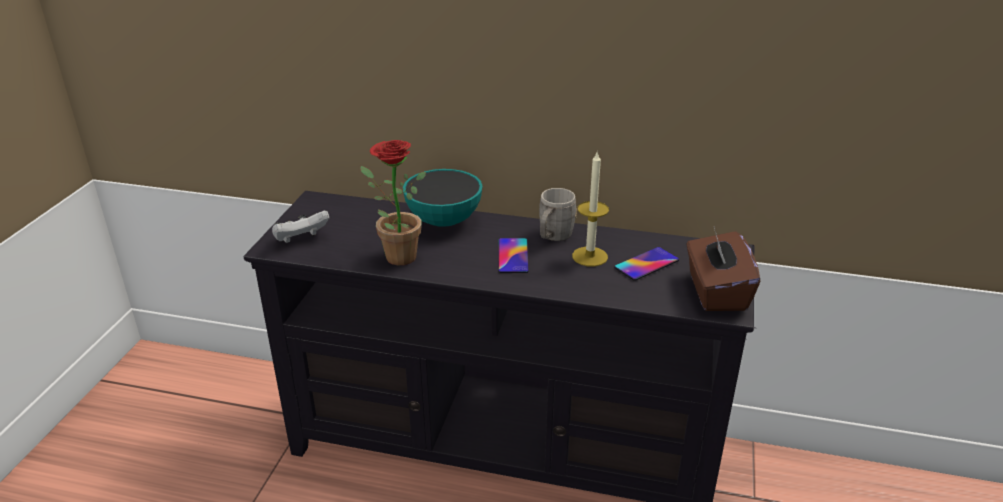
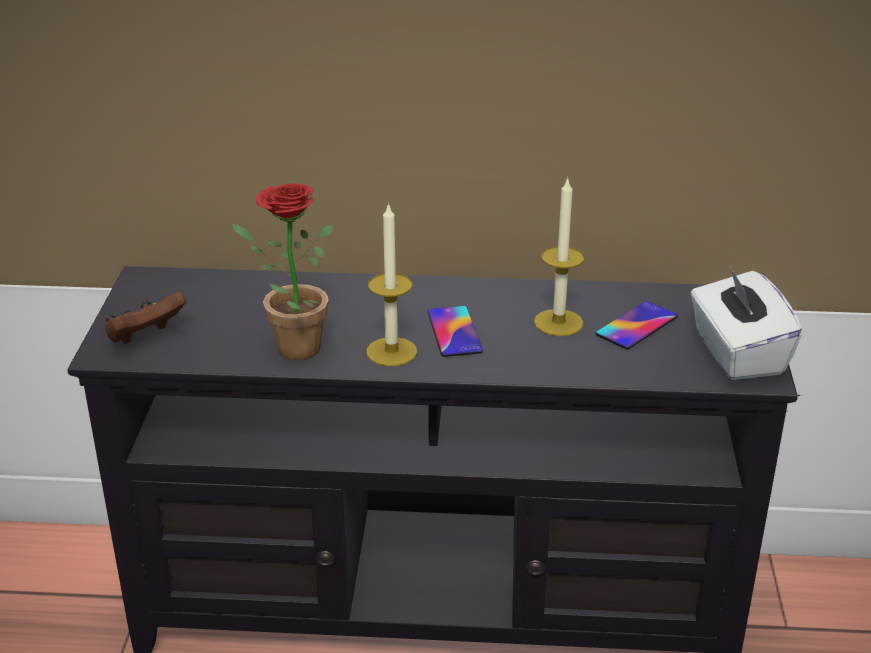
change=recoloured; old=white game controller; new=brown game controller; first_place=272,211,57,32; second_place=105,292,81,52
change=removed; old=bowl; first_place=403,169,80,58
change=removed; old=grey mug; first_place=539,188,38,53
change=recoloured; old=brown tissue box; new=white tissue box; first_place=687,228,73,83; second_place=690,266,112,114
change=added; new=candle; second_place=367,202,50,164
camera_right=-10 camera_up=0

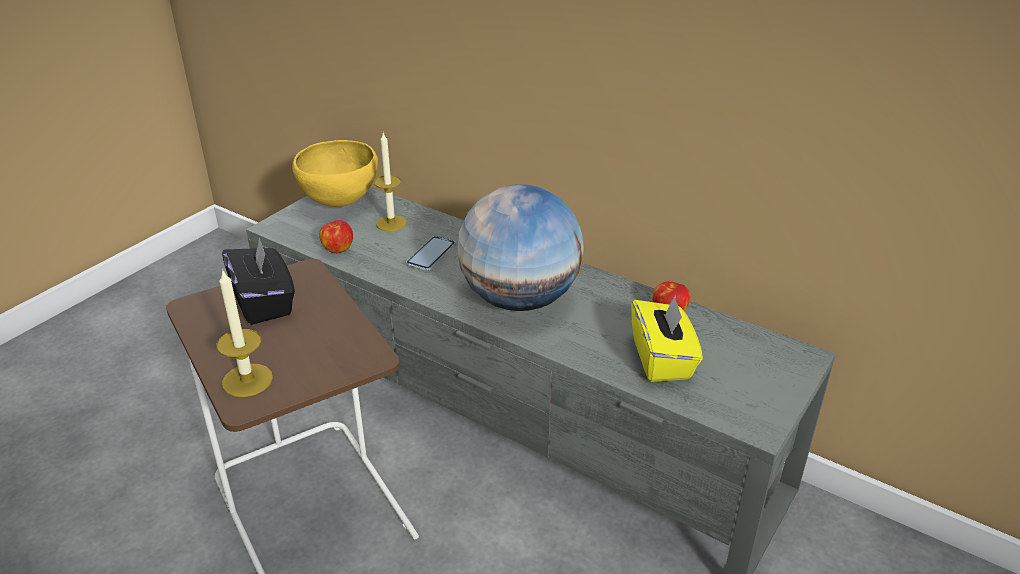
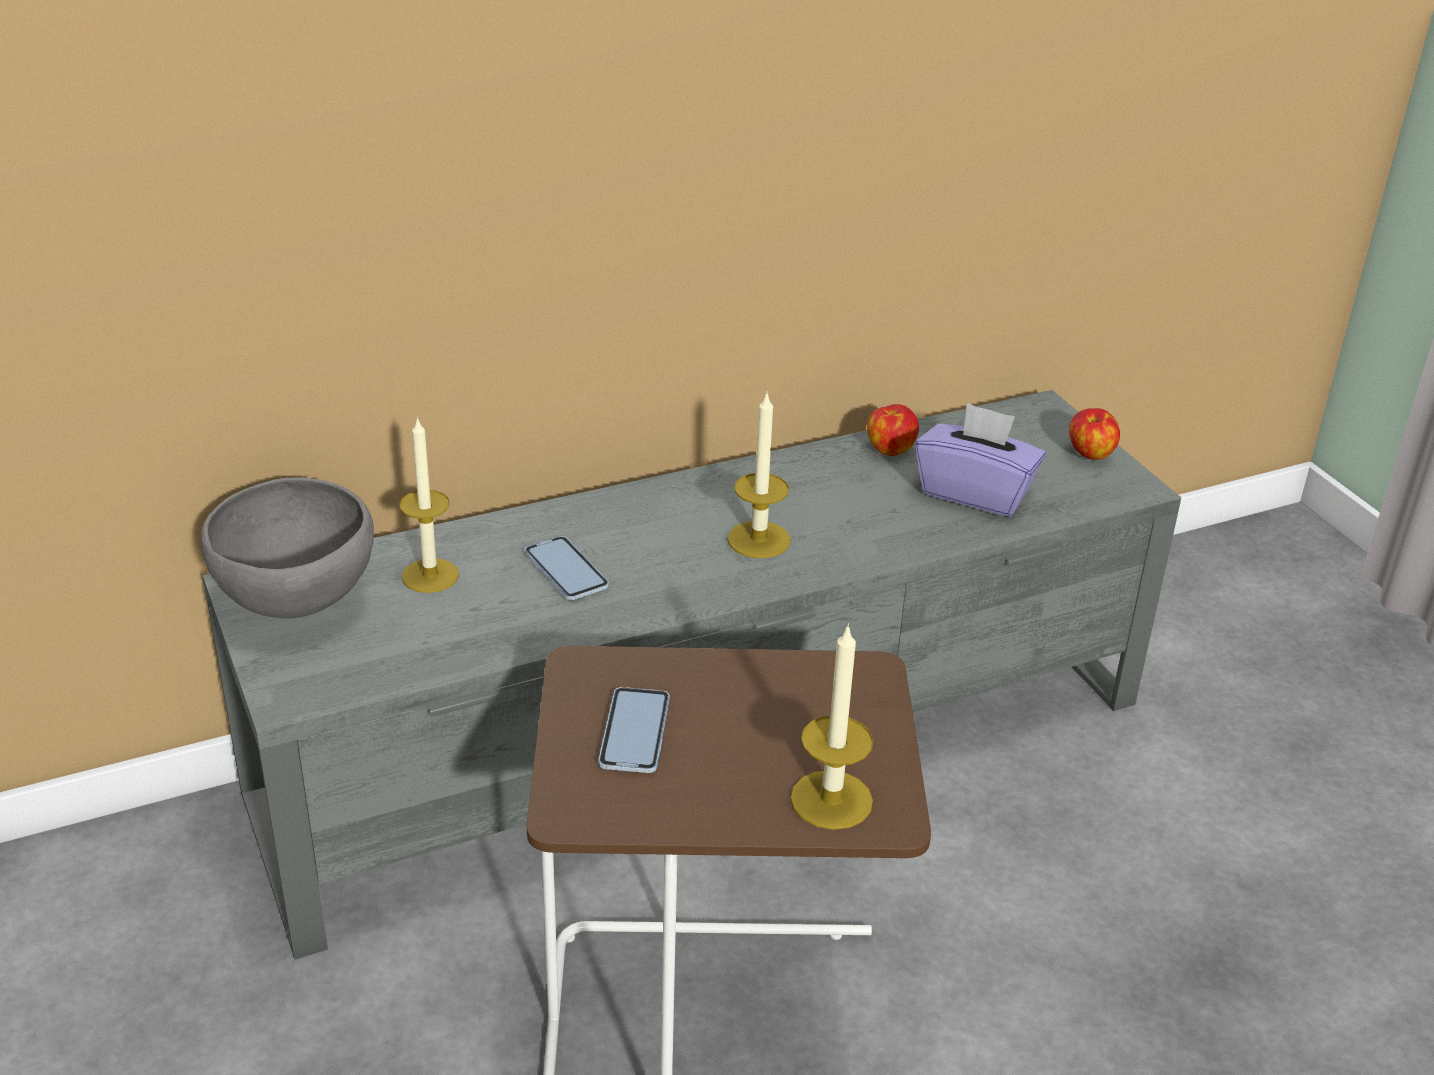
change=replaced; old=black tissue box; new=phone; first_place=222,237,73,88; second_place=598,687,72,86
change=recoloured; old=yellow bowl; new=grey bowl; first_place=292,140,86,67; second_place=200,478,174,140
change=moved; old=apple; first_place=319,220,34,33; second_place=1069,408,51,52
change=replaced; old=globe; new=candle; first_place=457,184,127,127; second_place=727,391,64,167
change=recoloured; old=yellow tissue box; new=purple tissue box; first_place=631,296,72,86; second_place=915,403,131,113
camera_right=-60 camera_up=0

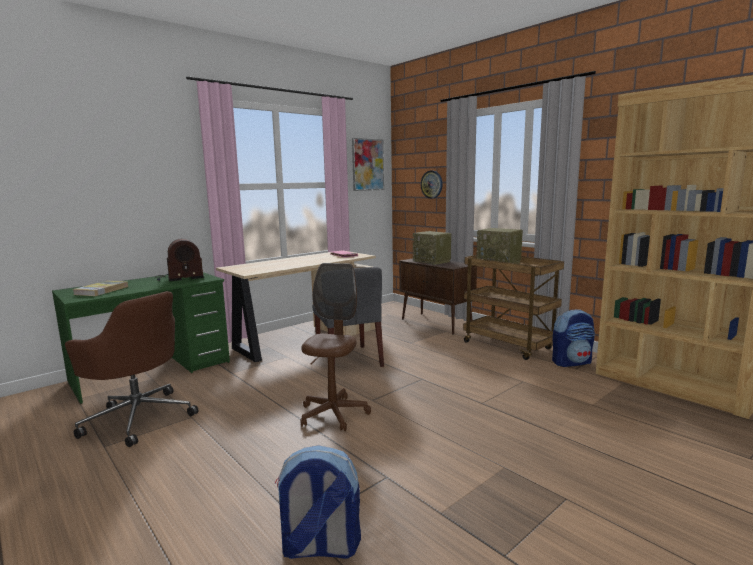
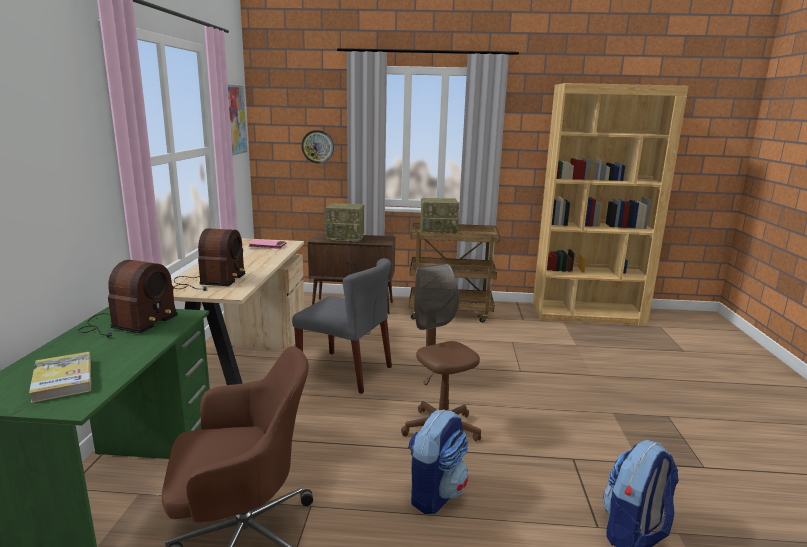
change=moved; old=backpack; first_place=552,310,43,57; second_place=408,409,60,105
change=added; new=radio; second_place=174,228,72,63
camera_right=-45 camera_up=5

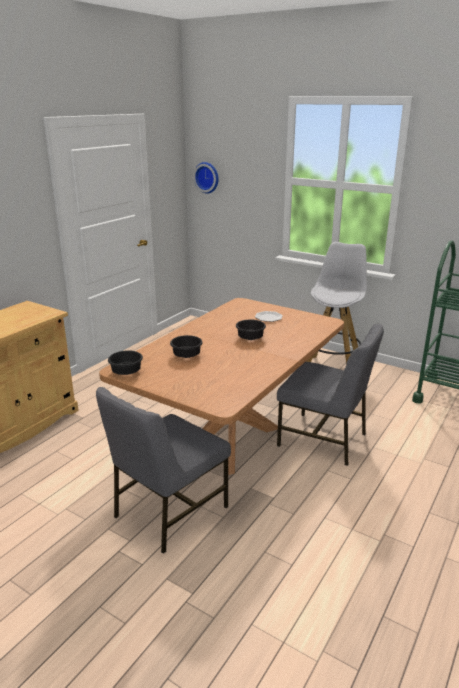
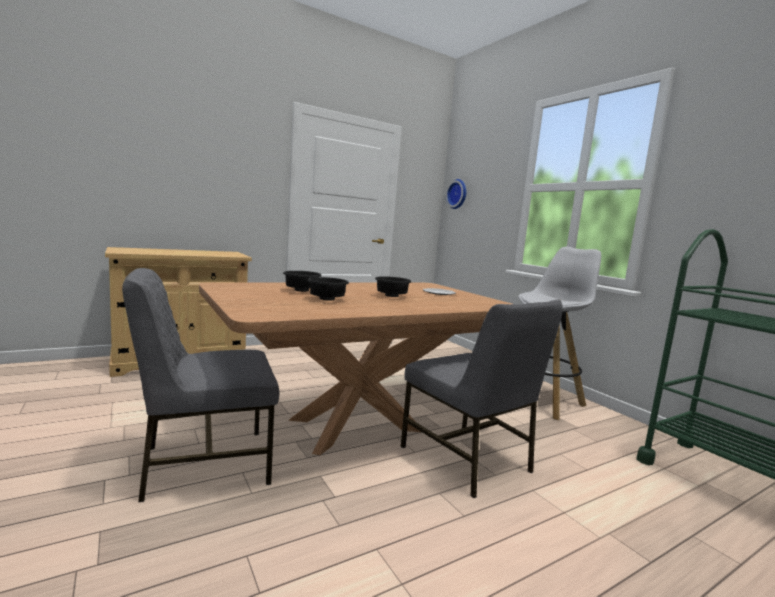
change=moved; old=black bowl; first_place=108,350,35,25; second_place=307,277,42,23
camera_right=25 camera_up=-15

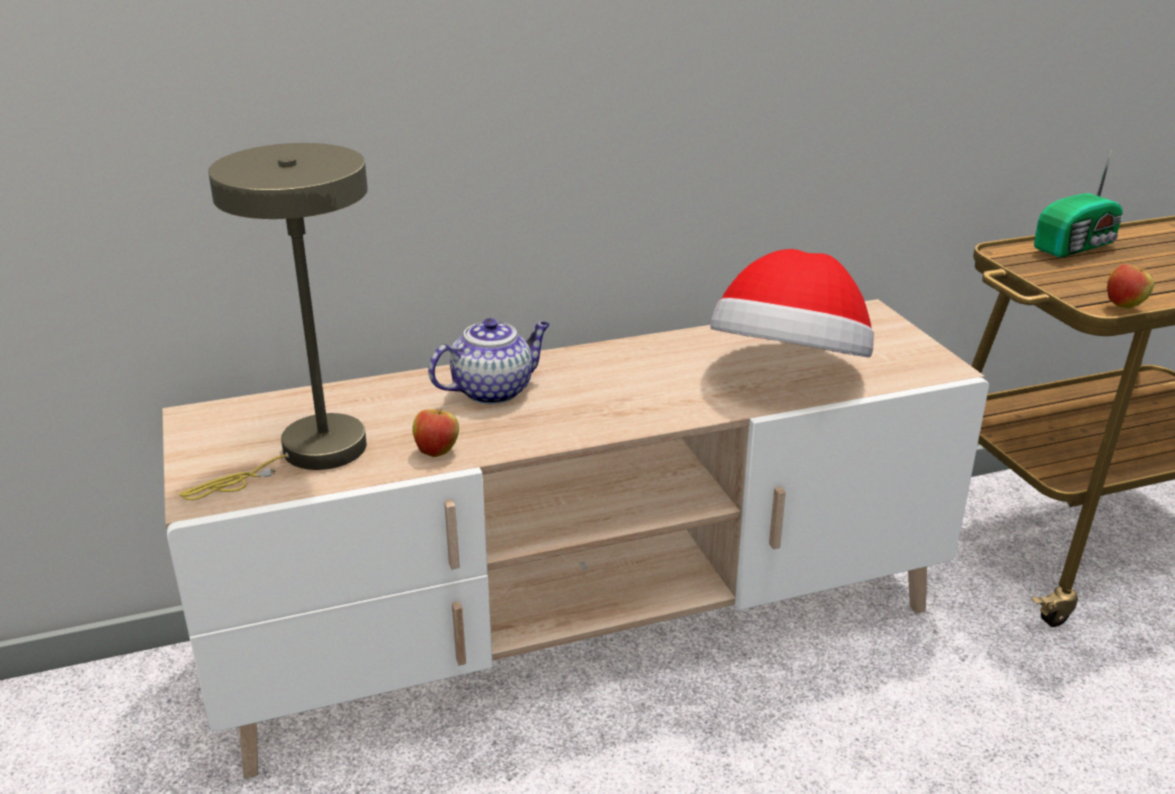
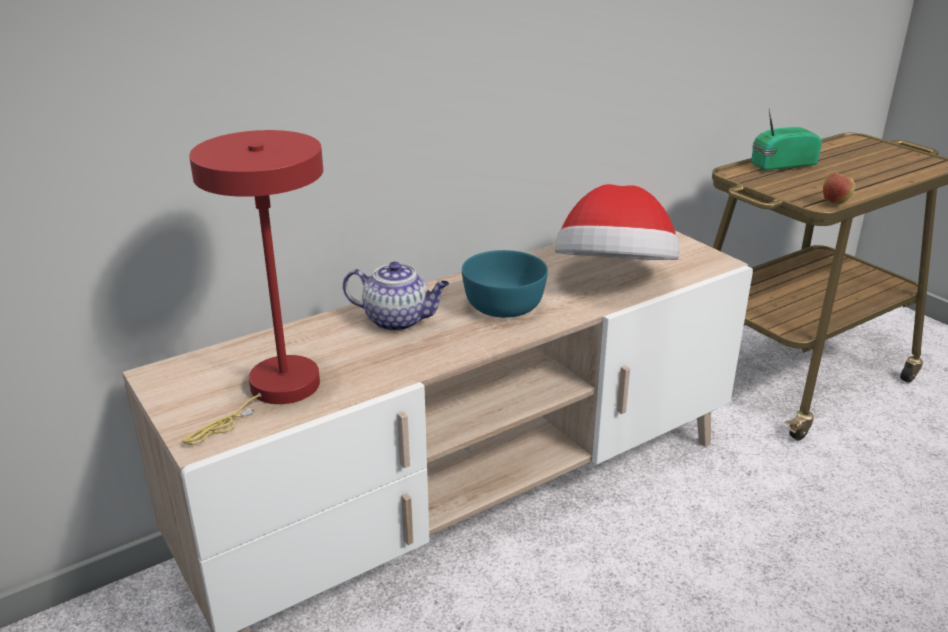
change=recoloured; old=beige table lamp; new=red table lamp; first_place=179,143,189,357; second_place=182,130,141,315
change=removed; old=apple; first_place=412,403,47,54
change=turned; old=teapot; first_place=428,318,122,87; second_place=343,262,106,69; degrees=60
change=turned; old=radio; first_place=1034,149,89,109; second_place=751,109,71,61; degrees=-150
change=added; new=turquoise bowl; second_place=462,250,86,68
camera_right=-15 camera_up=0

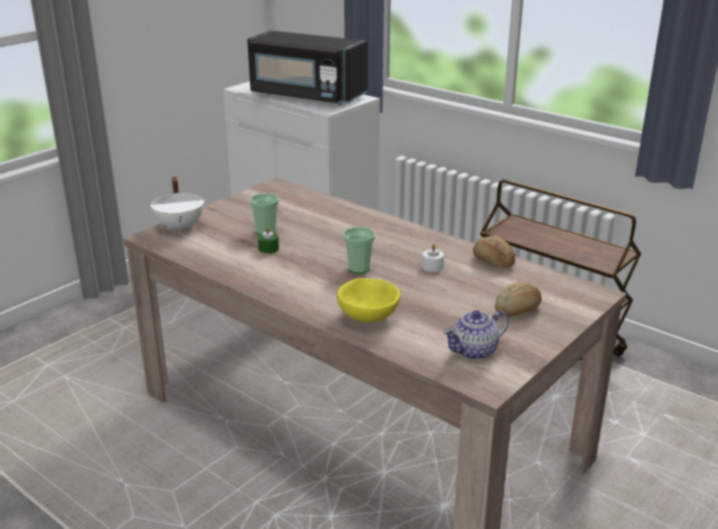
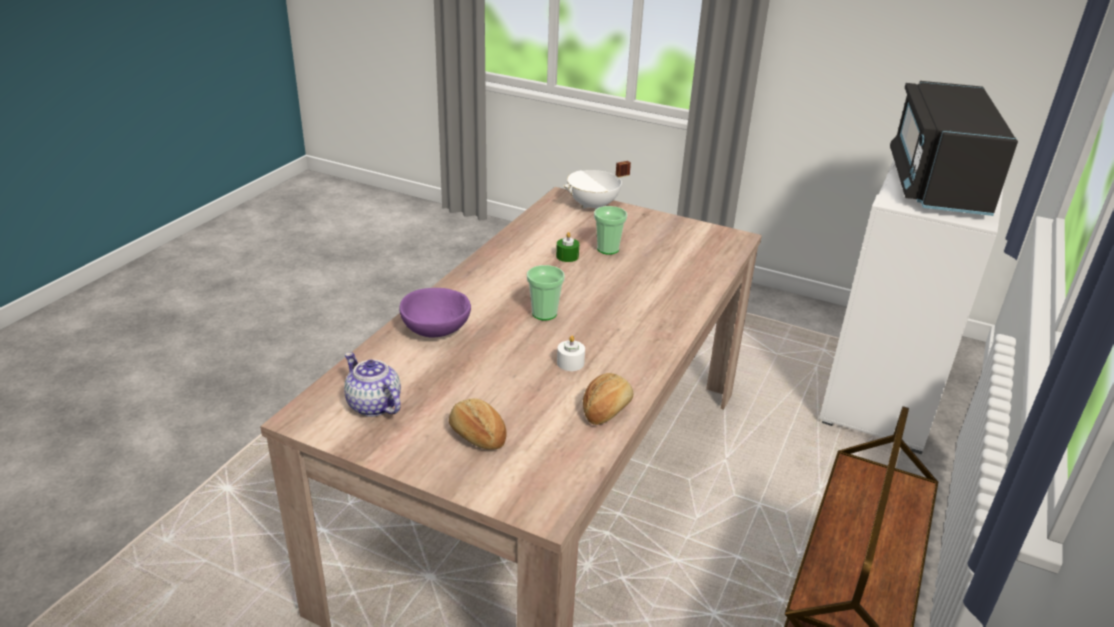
change=recoloured; old=yellow bowl; new=purple bowl; first_place=337,278,63,45; second_place=399,288,72,49
camera_right=75 camera_up=5

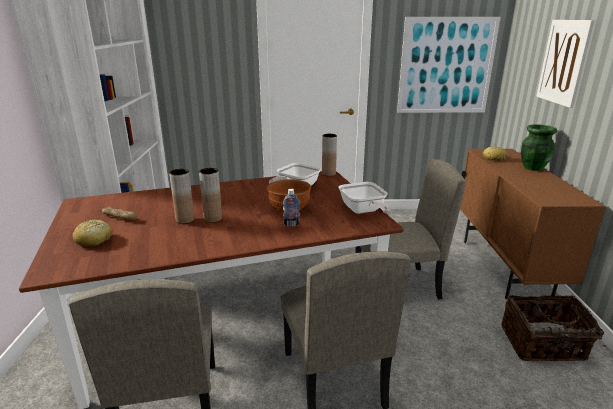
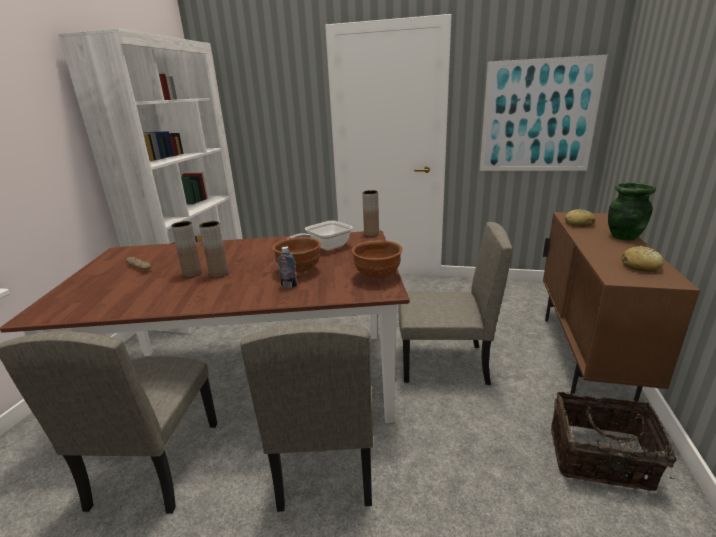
change=moved; old=bread; first_place=73,219,40,27; second_place=622,246,41,26
change=replaced; old=frying pan; new=brown bowl; first_place=338,182,51,32; second_place=352,240,50,40
change=removed; old=picture; first_place=536,20,59,88
camera_right=15 camera_up=0

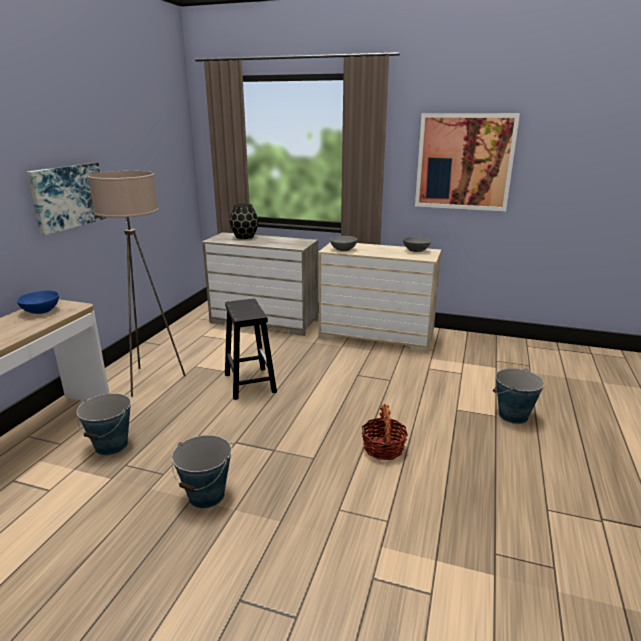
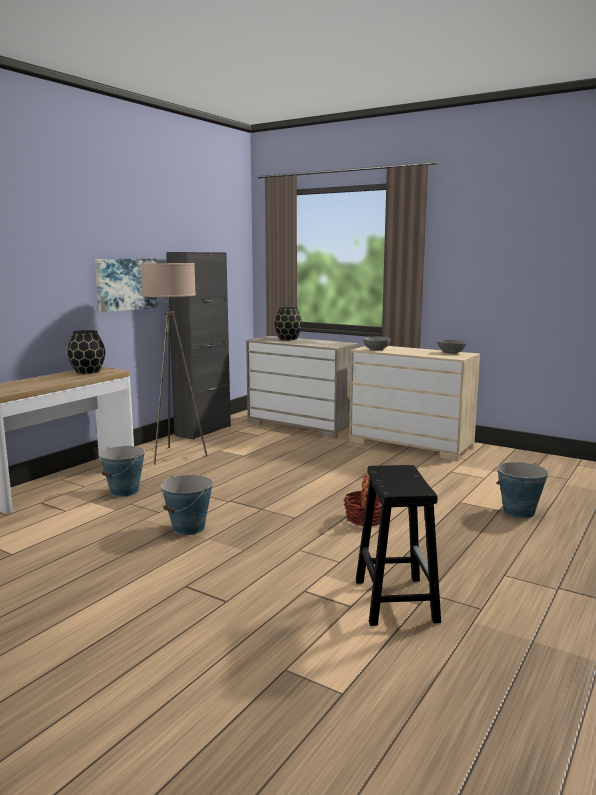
change=replaced; old=blue bowl; new=black vase; first_place=16,290,43,24; second_place=68,330,37,44
change=moved; old=black stool; first_place=225,299,52,101; second_place=356,465,85,161
change=removed; old=picture; first_place=415,113,105,98
change=added; new=black cabinet; second_place=166,252,65,187
camera_right=15 camera_up=-10

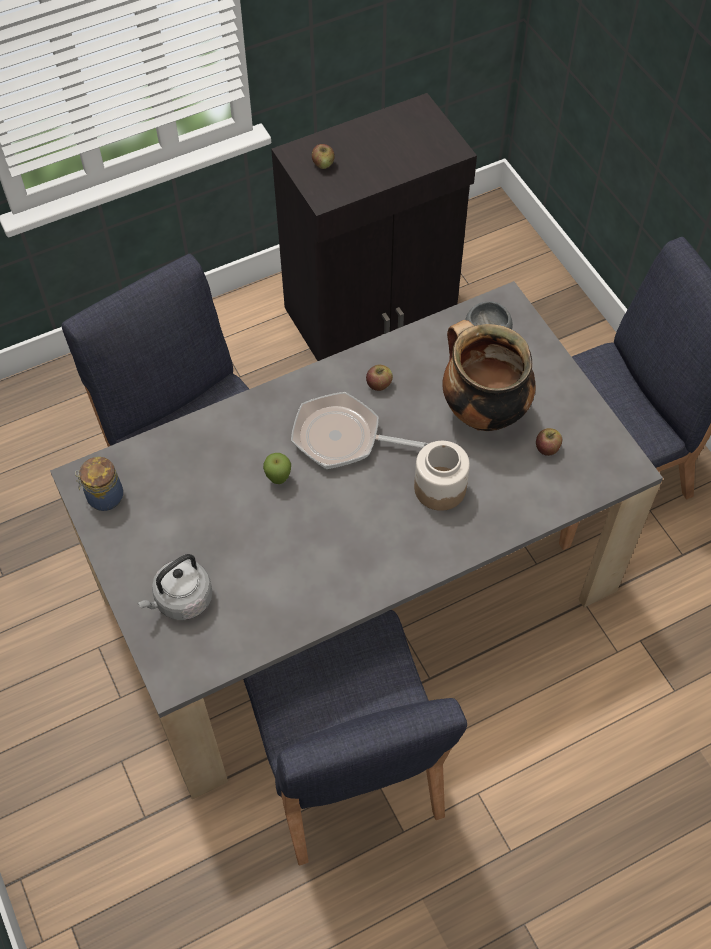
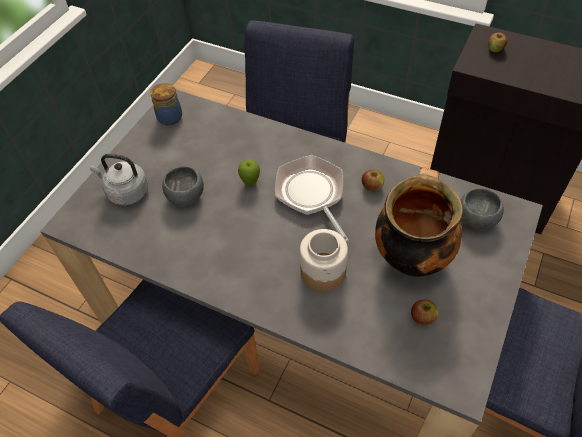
change=added; new=grey bowl; second_place=162,166,42,40
camera_right=55 camera_up=-5

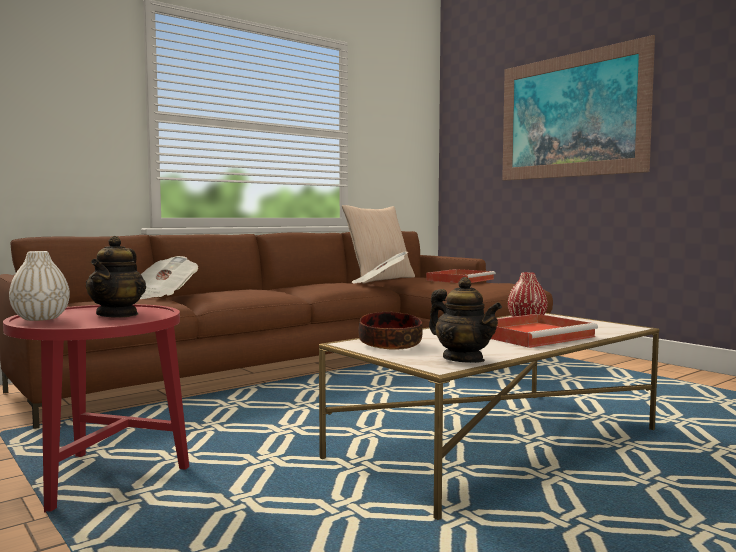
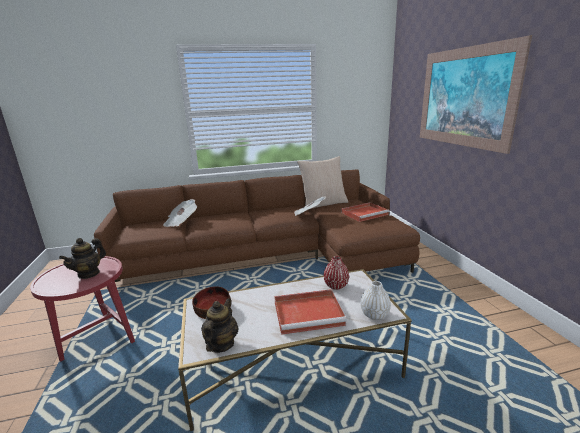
change=moved; old=white vase; first_place=9,251,61,70; second_place=360,281,31,39
change=turned; old=teapot; first_place=429,277,73,86; second_place=201,299,38,54; degrees=-150
camera_right=25 camera_up=15

